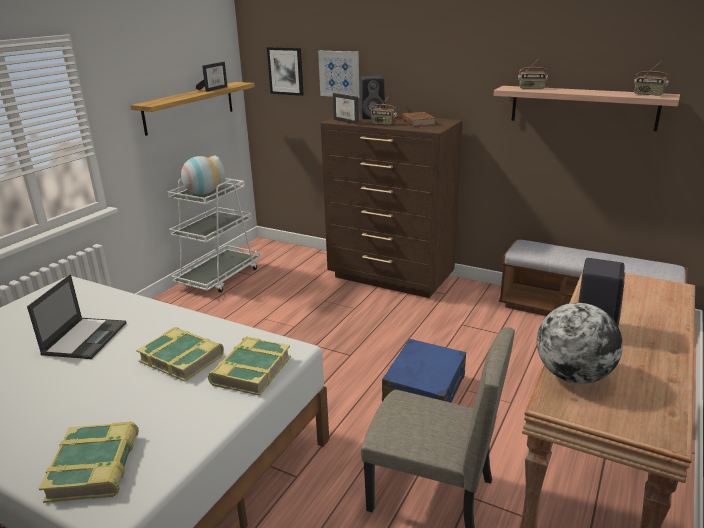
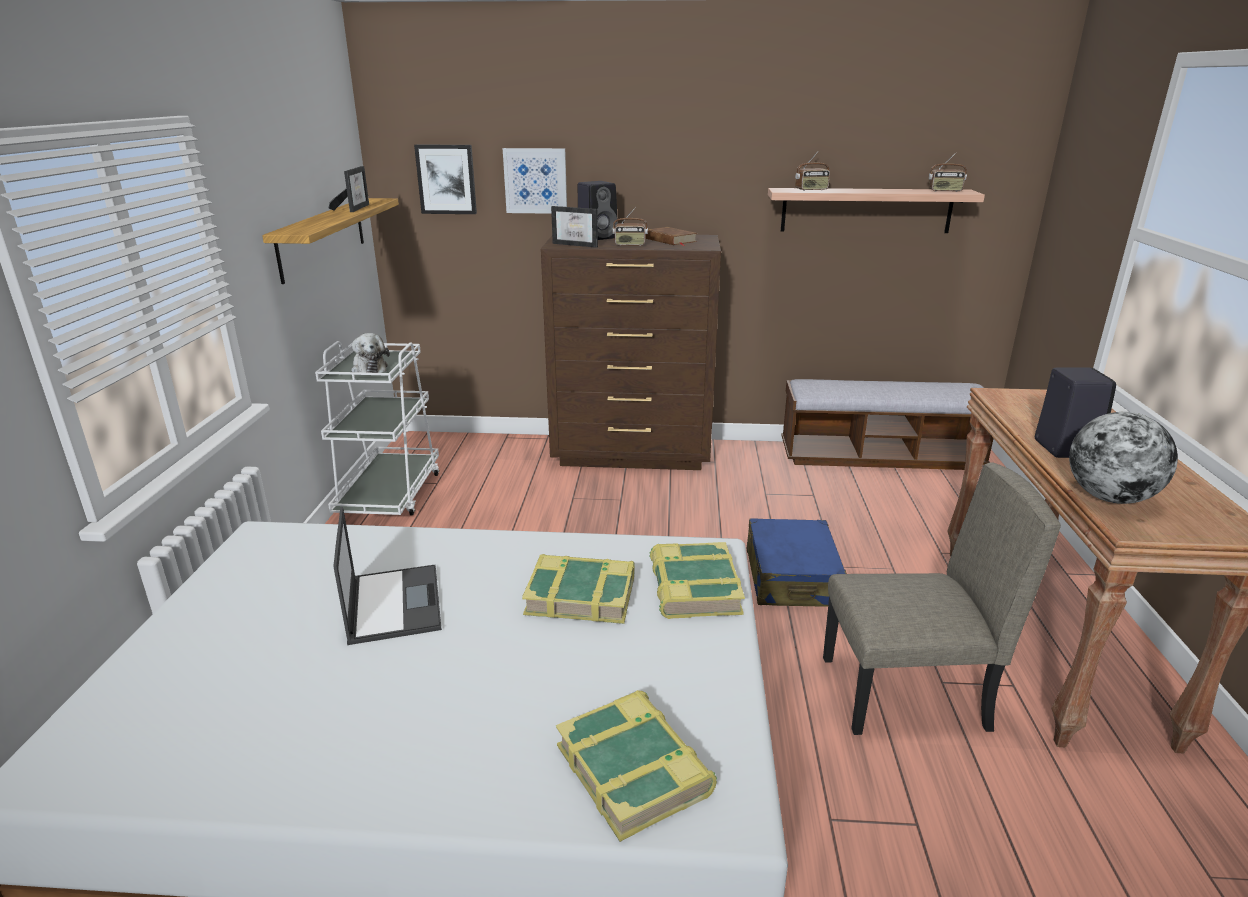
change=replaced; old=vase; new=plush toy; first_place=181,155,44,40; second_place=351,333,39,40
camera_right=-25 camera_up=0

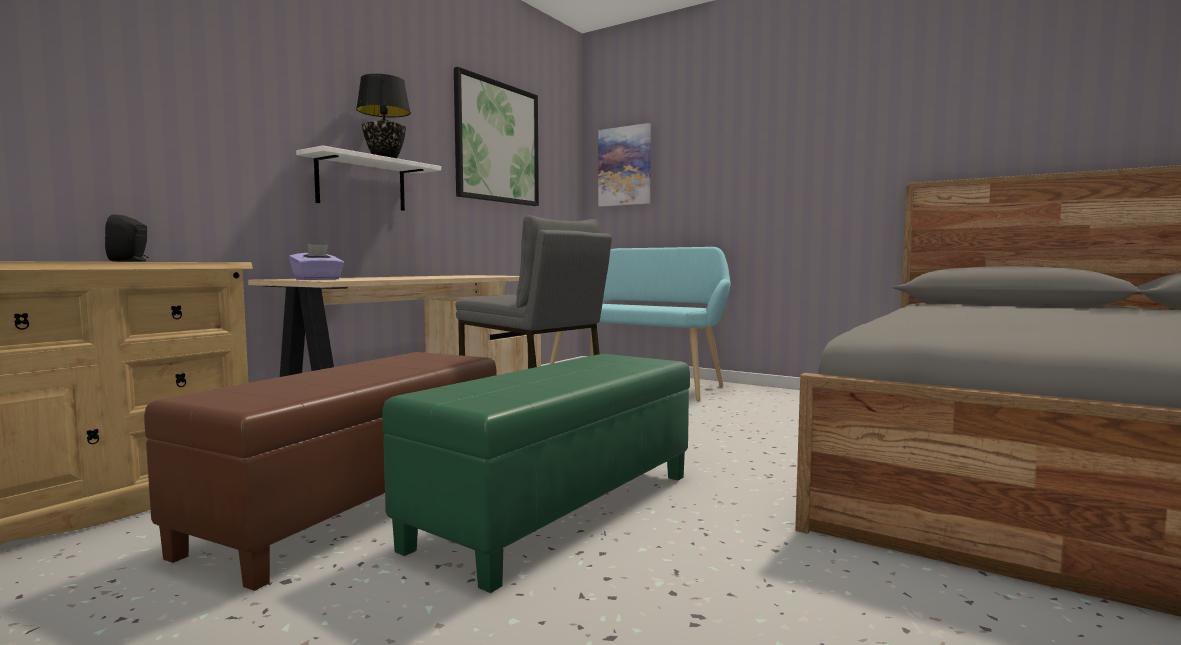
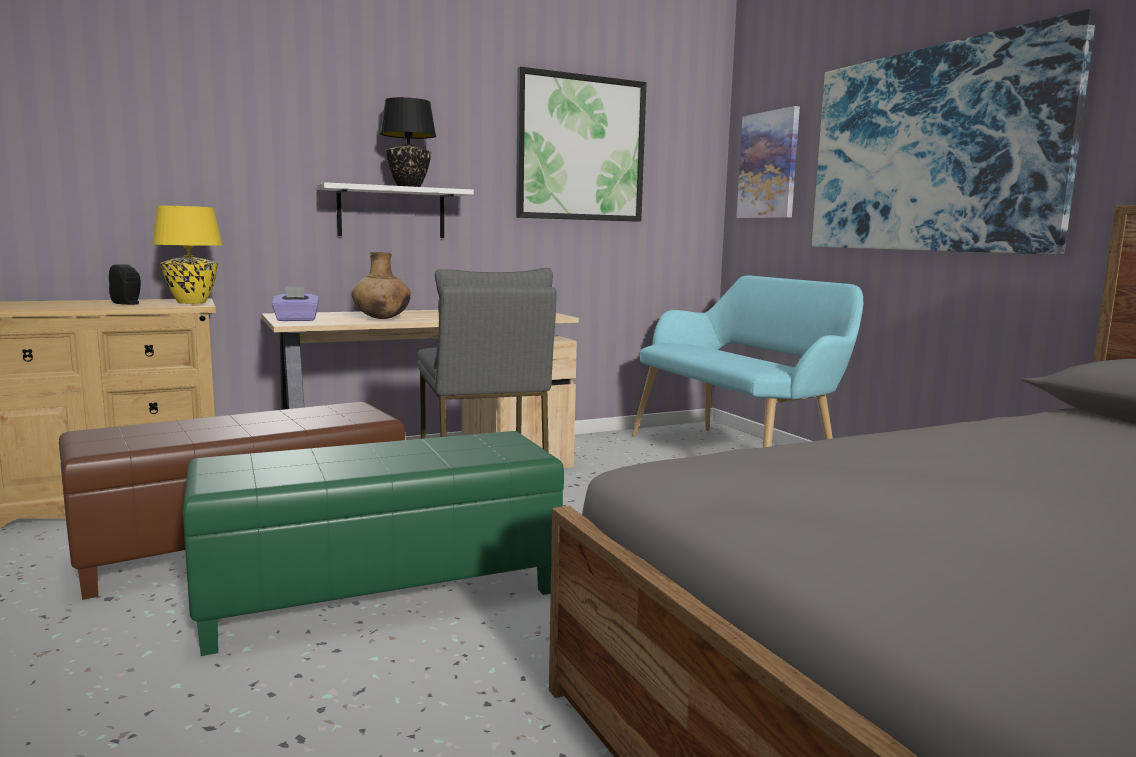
change=added; new=yellow table lamp; second_place=153,206,69,98
change=added; new=brown vase; second_place=352,252,59,67
change=added; new=picture; second_place=812,9,285,245
camera_right=30 camera_up=5

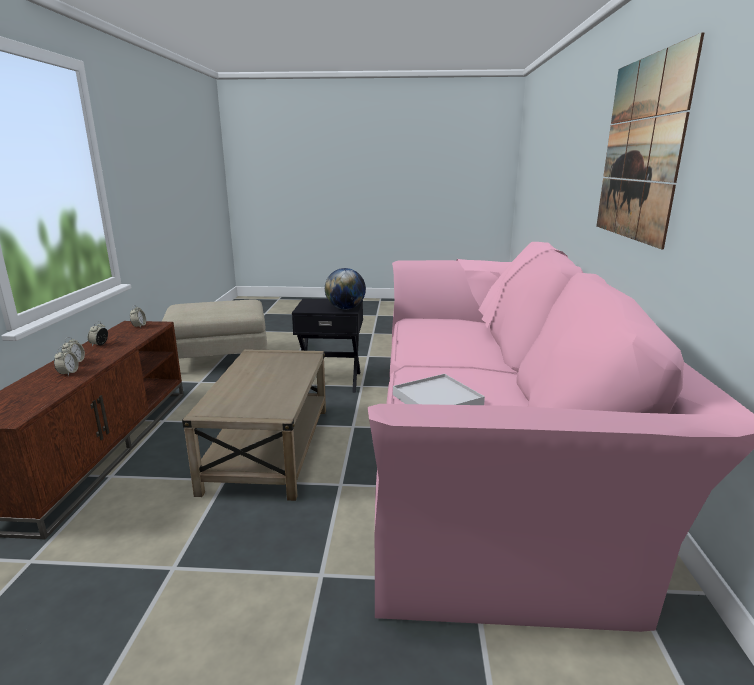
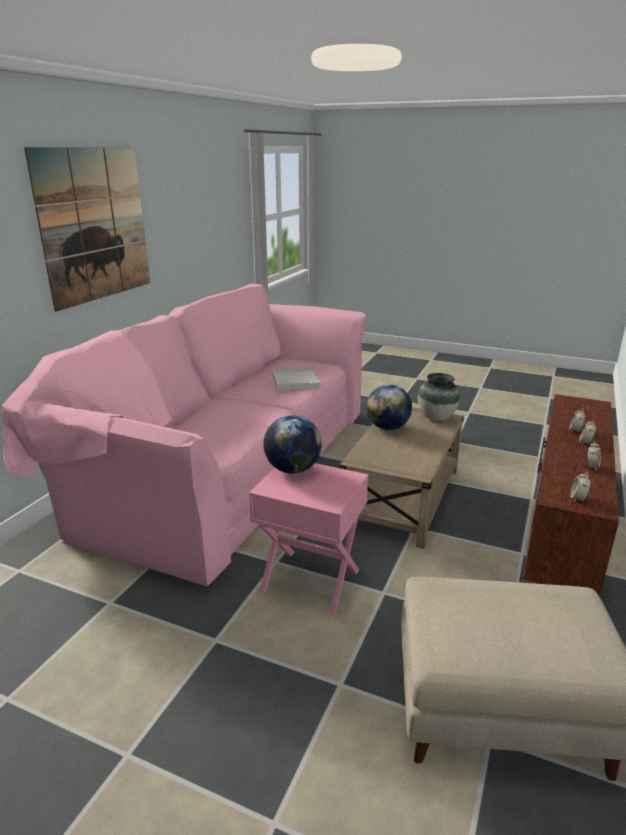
change=recoloured; old=black side table; new=pink side table; first_place=292,299,71,94; second_place=249,463,119,154
change=added; new=globe; second_place=366,385,46,45
change=added; new=vase; second_place=418,373,42,48
camera_right=-160 camera_up=5

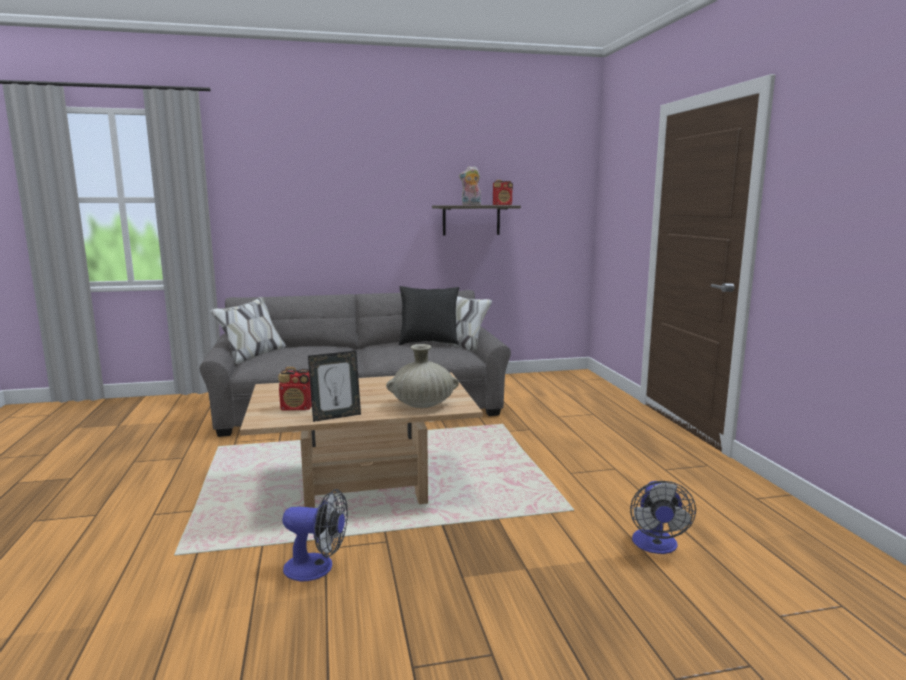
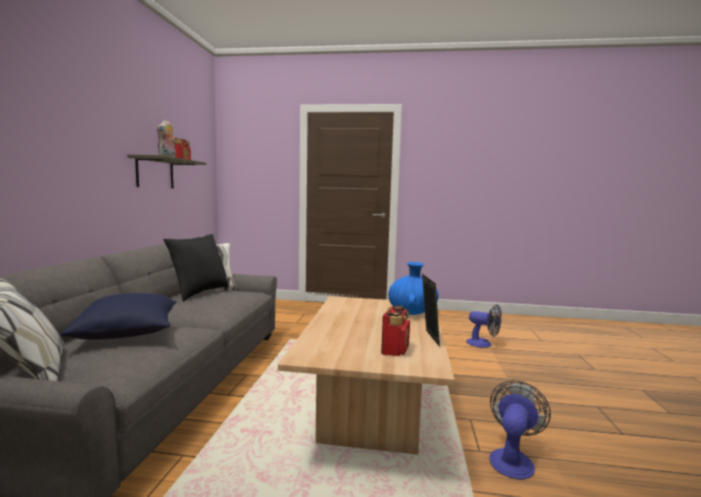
change=recoloured; old=beige vase; new=blue vase; first_place=386,344,73,64; second_place=388,262,51,53
change=added; new=blue pillow; second_place=60,293,117,47
camera_right=-70 camera_up=-5

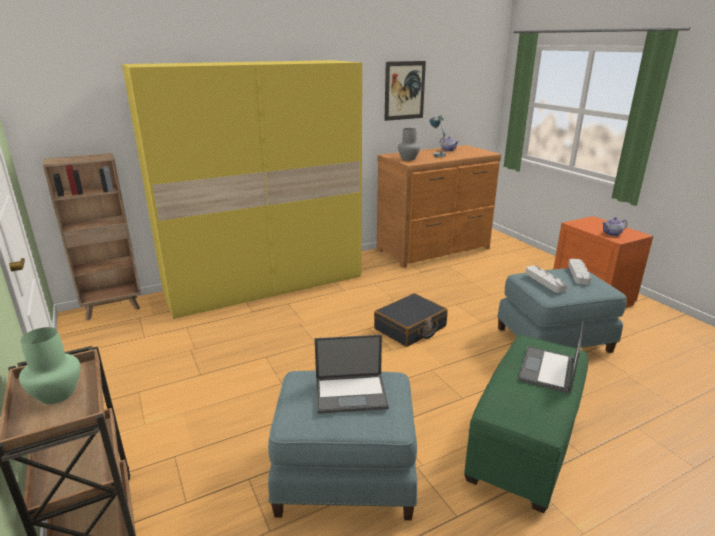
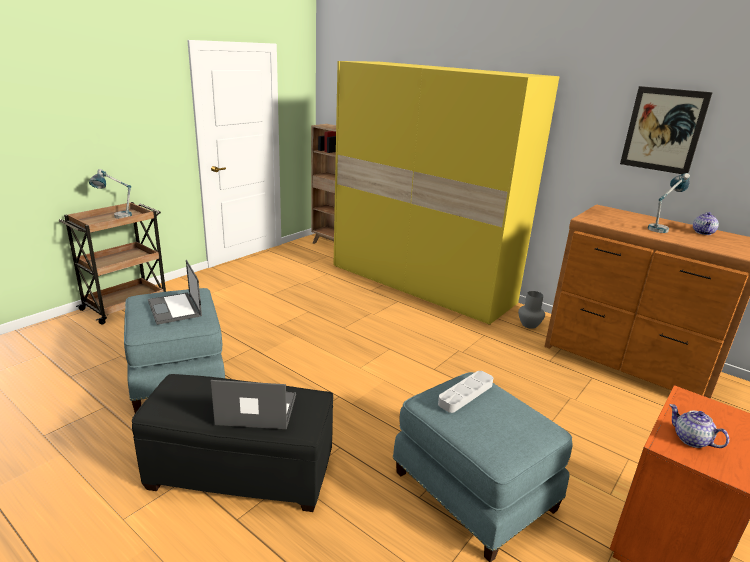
change=replaced; old=green vase; new=table lamp; first_place=19,327,61,77; second_place=89,169,43,50
change=removed; old=black suitcase; first_place=374,293,73,54
change=moved; old=grey vase; first_place=398,128,22,32; second_place=518,291,27,38
change=recoloured; old=green ottoman; new=black ottoman; first_place=464,335,124,178; second_place=132,374,201,138
change=removed; old=grey tray; first_place=568,259,23,26
camera_right=65 camera_up=0

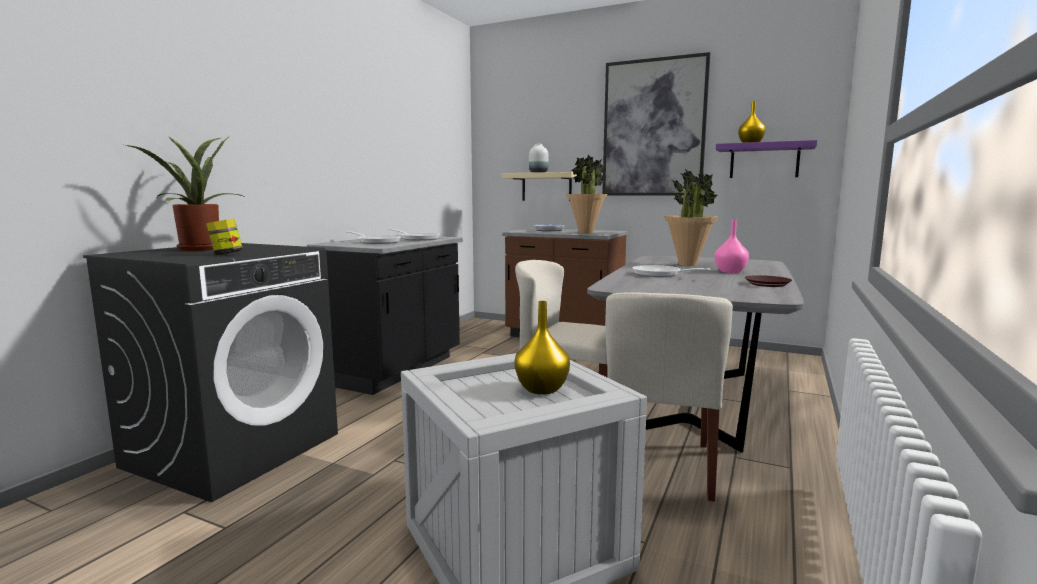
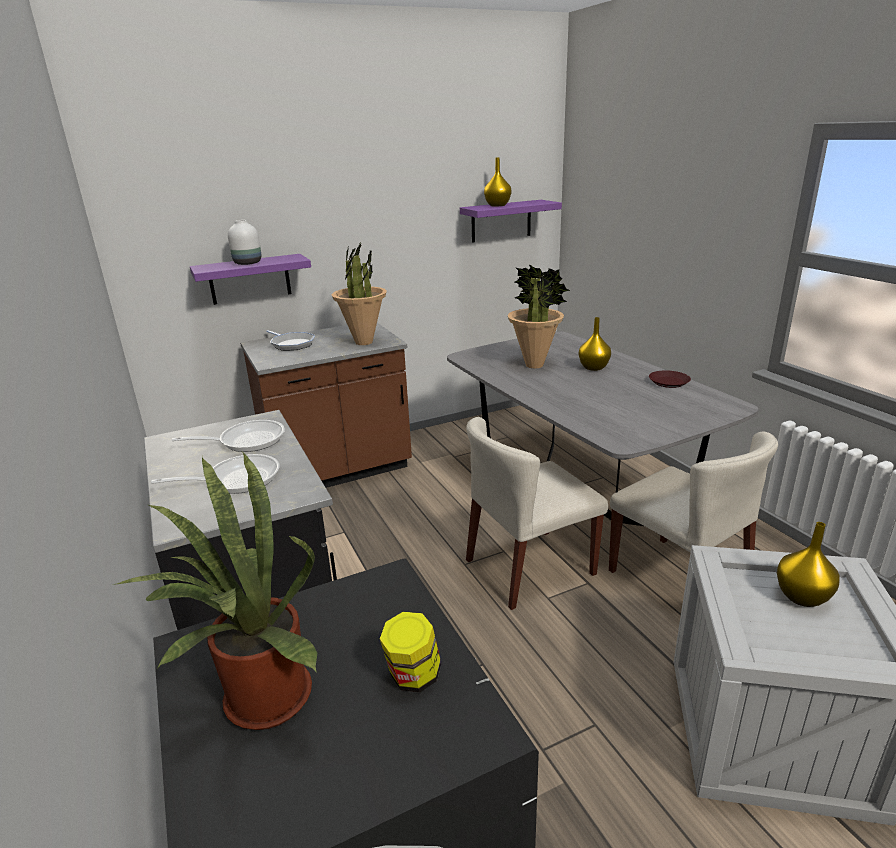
change=recoloured; old=beige shelf; new=purple shelf; first_place=501,172,76,29; second_place=190,254,121,51
change=removed; old=picture; first_place=602,52,108,144
change=removed; old=frying pan; first_place=632,265,78,12
change=recoloured; old=pink vase; new=yellow vase; first_place=715,220,34,53; second_place=579,317,32,54
camera_right=-50 camera_up=15

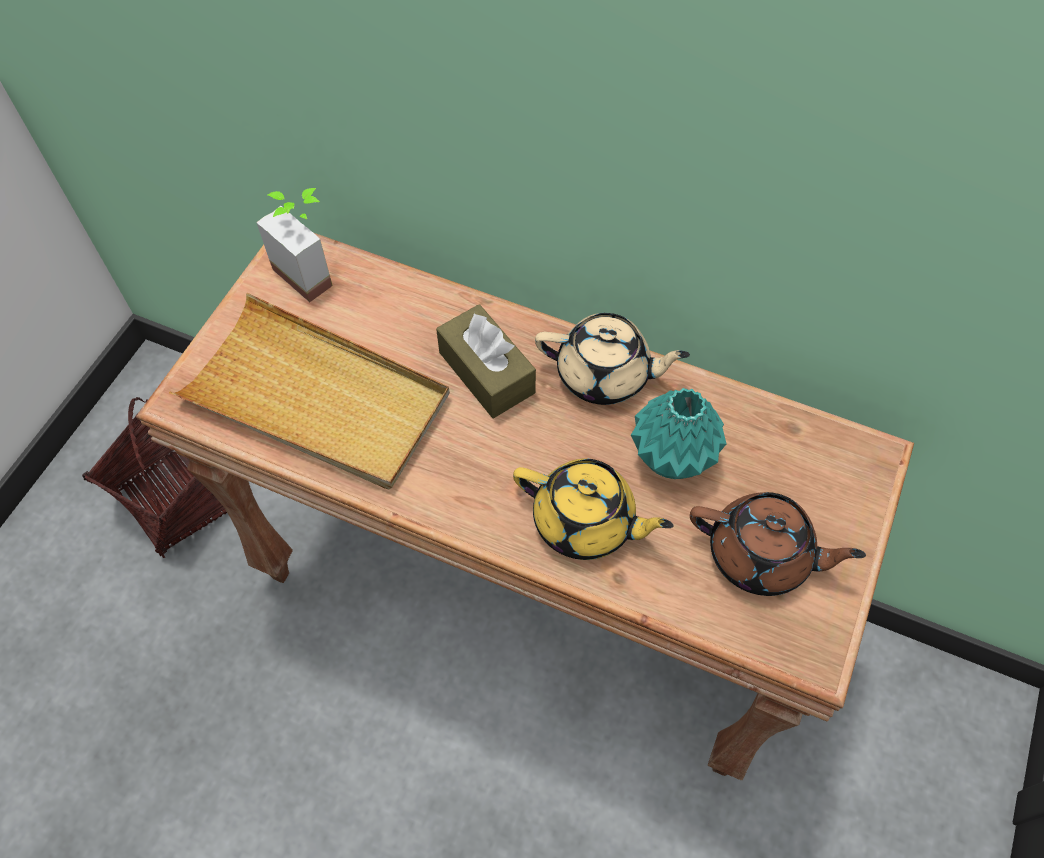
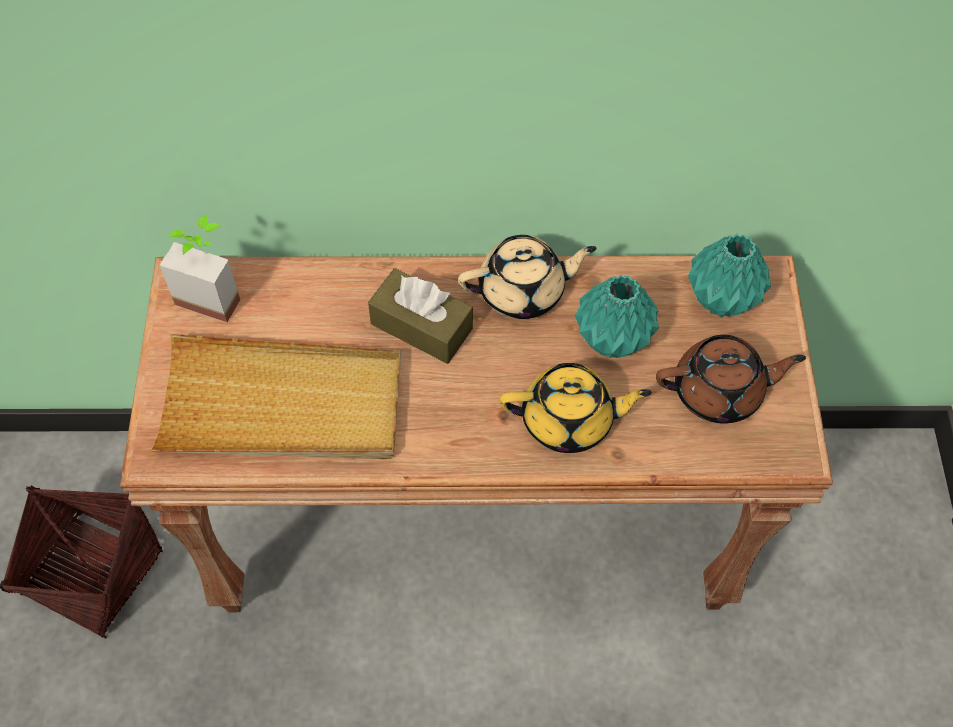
change=added; new=turquoise vase; second_place=688,234,83,83
camera_right=-25 camera_up=0

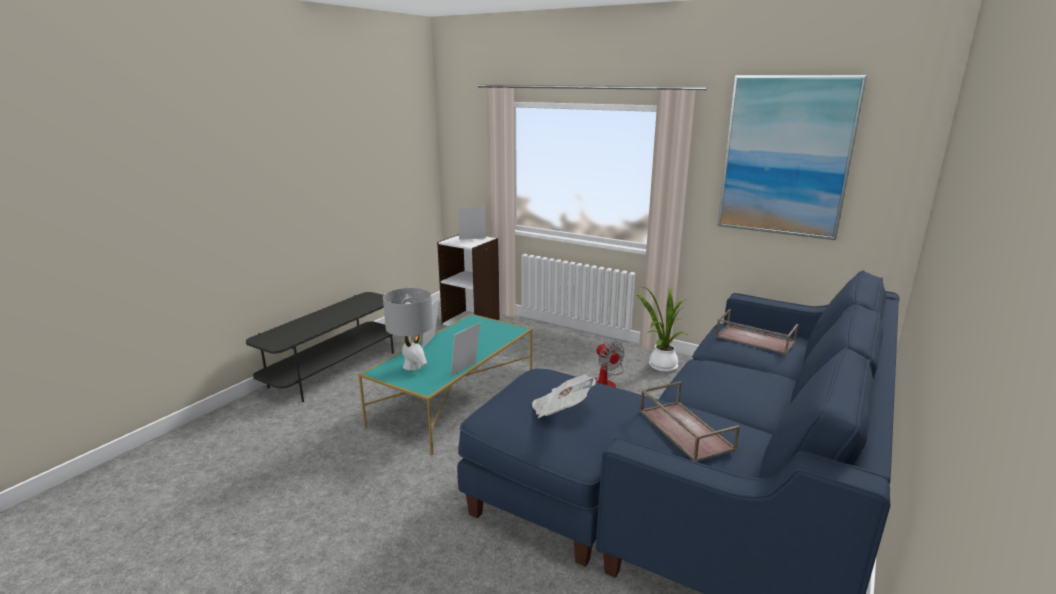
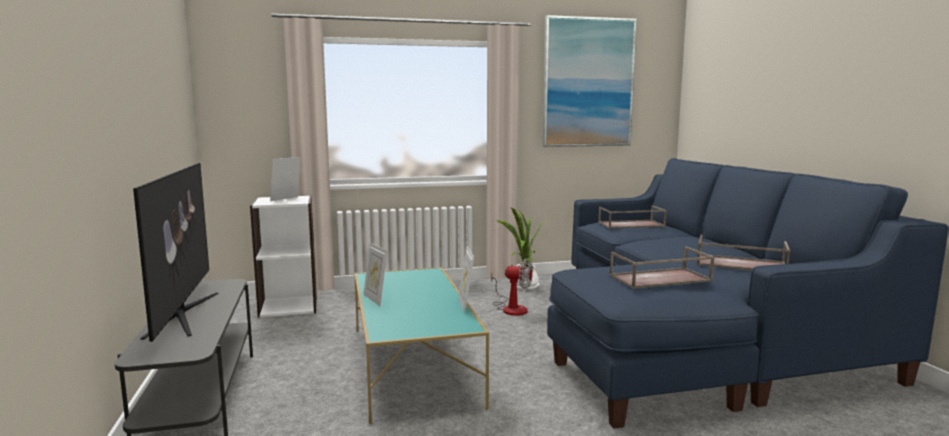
change=removed; old=grey table lamp; first_place=383,288,50,82
change=replaced; old=newspaper; new=brown tray; first_place=532,374,64,44; second_place=609,247,106,42
change=added; new=television; second_place=133,163,86,179
camera_right=-45 camera_up=-10

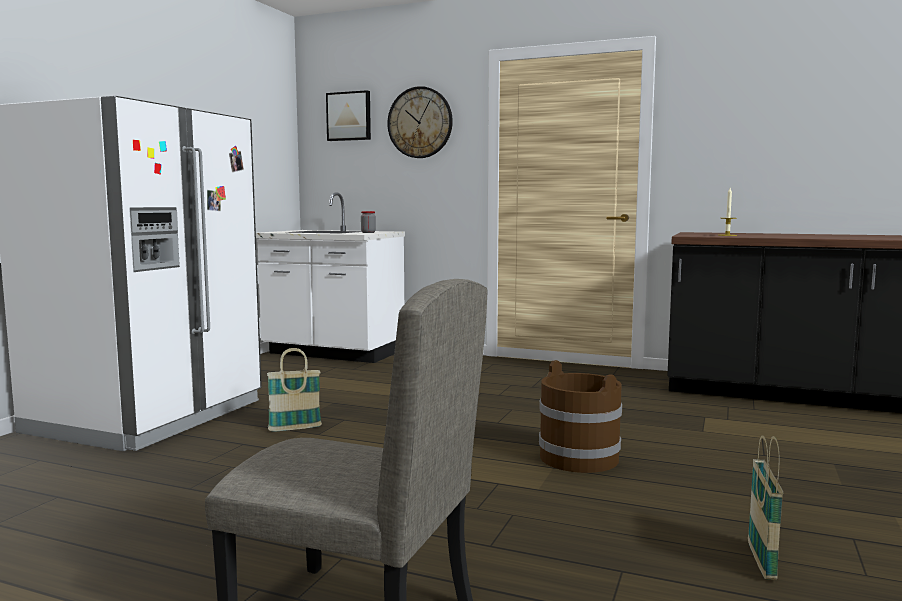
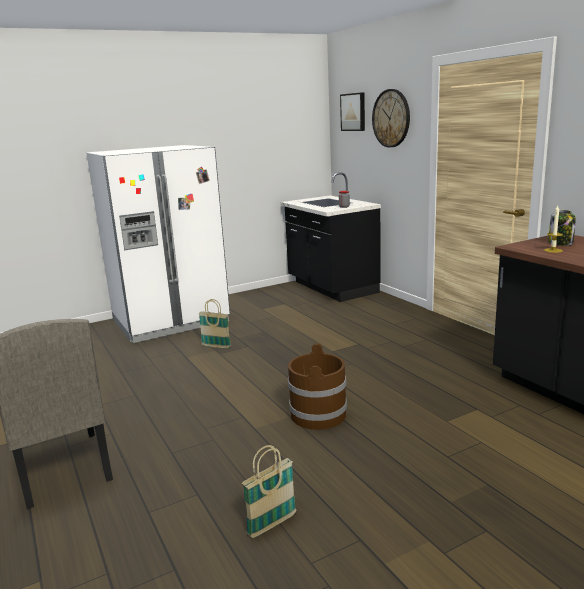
change=recoloured; old=white counter; new=black counter; first_place=256,192,149,171; second_place=281,172,100,130
change=added; new=jar; second_place=548,210,28,36
camera_right=40 camera_up=10

